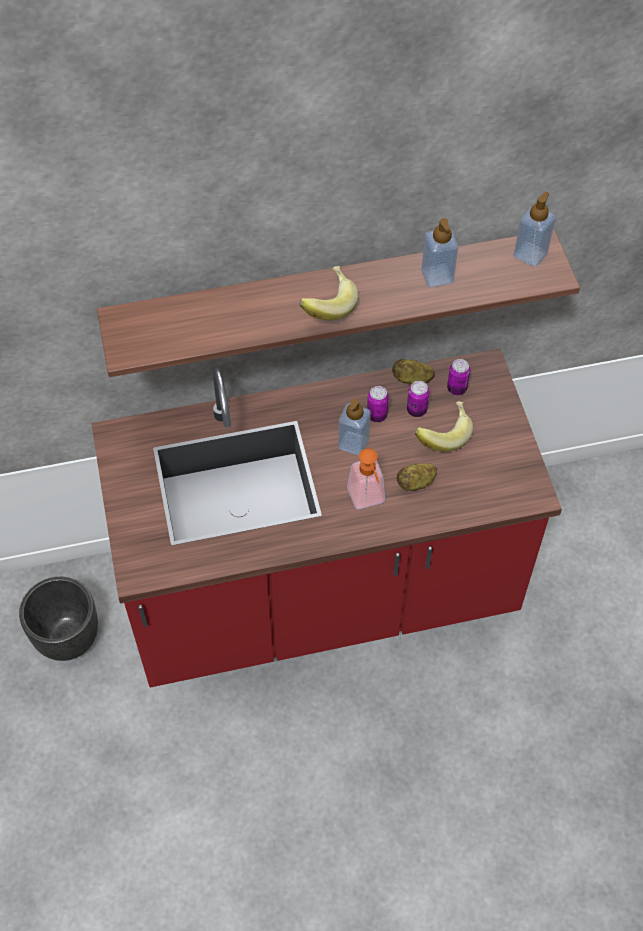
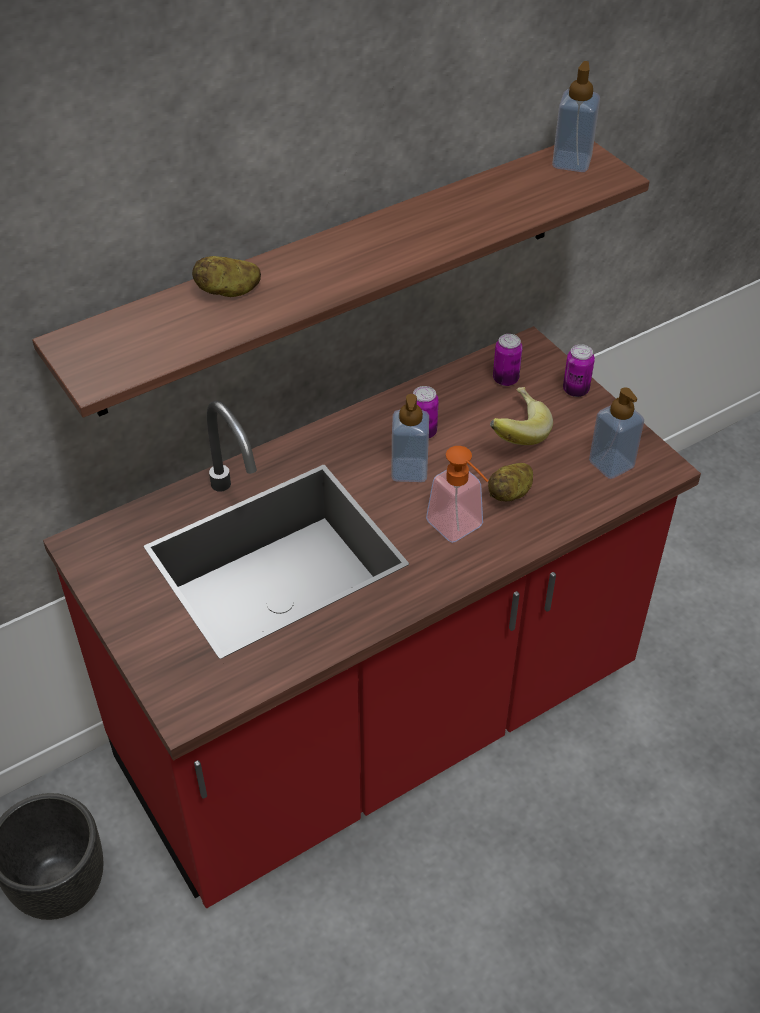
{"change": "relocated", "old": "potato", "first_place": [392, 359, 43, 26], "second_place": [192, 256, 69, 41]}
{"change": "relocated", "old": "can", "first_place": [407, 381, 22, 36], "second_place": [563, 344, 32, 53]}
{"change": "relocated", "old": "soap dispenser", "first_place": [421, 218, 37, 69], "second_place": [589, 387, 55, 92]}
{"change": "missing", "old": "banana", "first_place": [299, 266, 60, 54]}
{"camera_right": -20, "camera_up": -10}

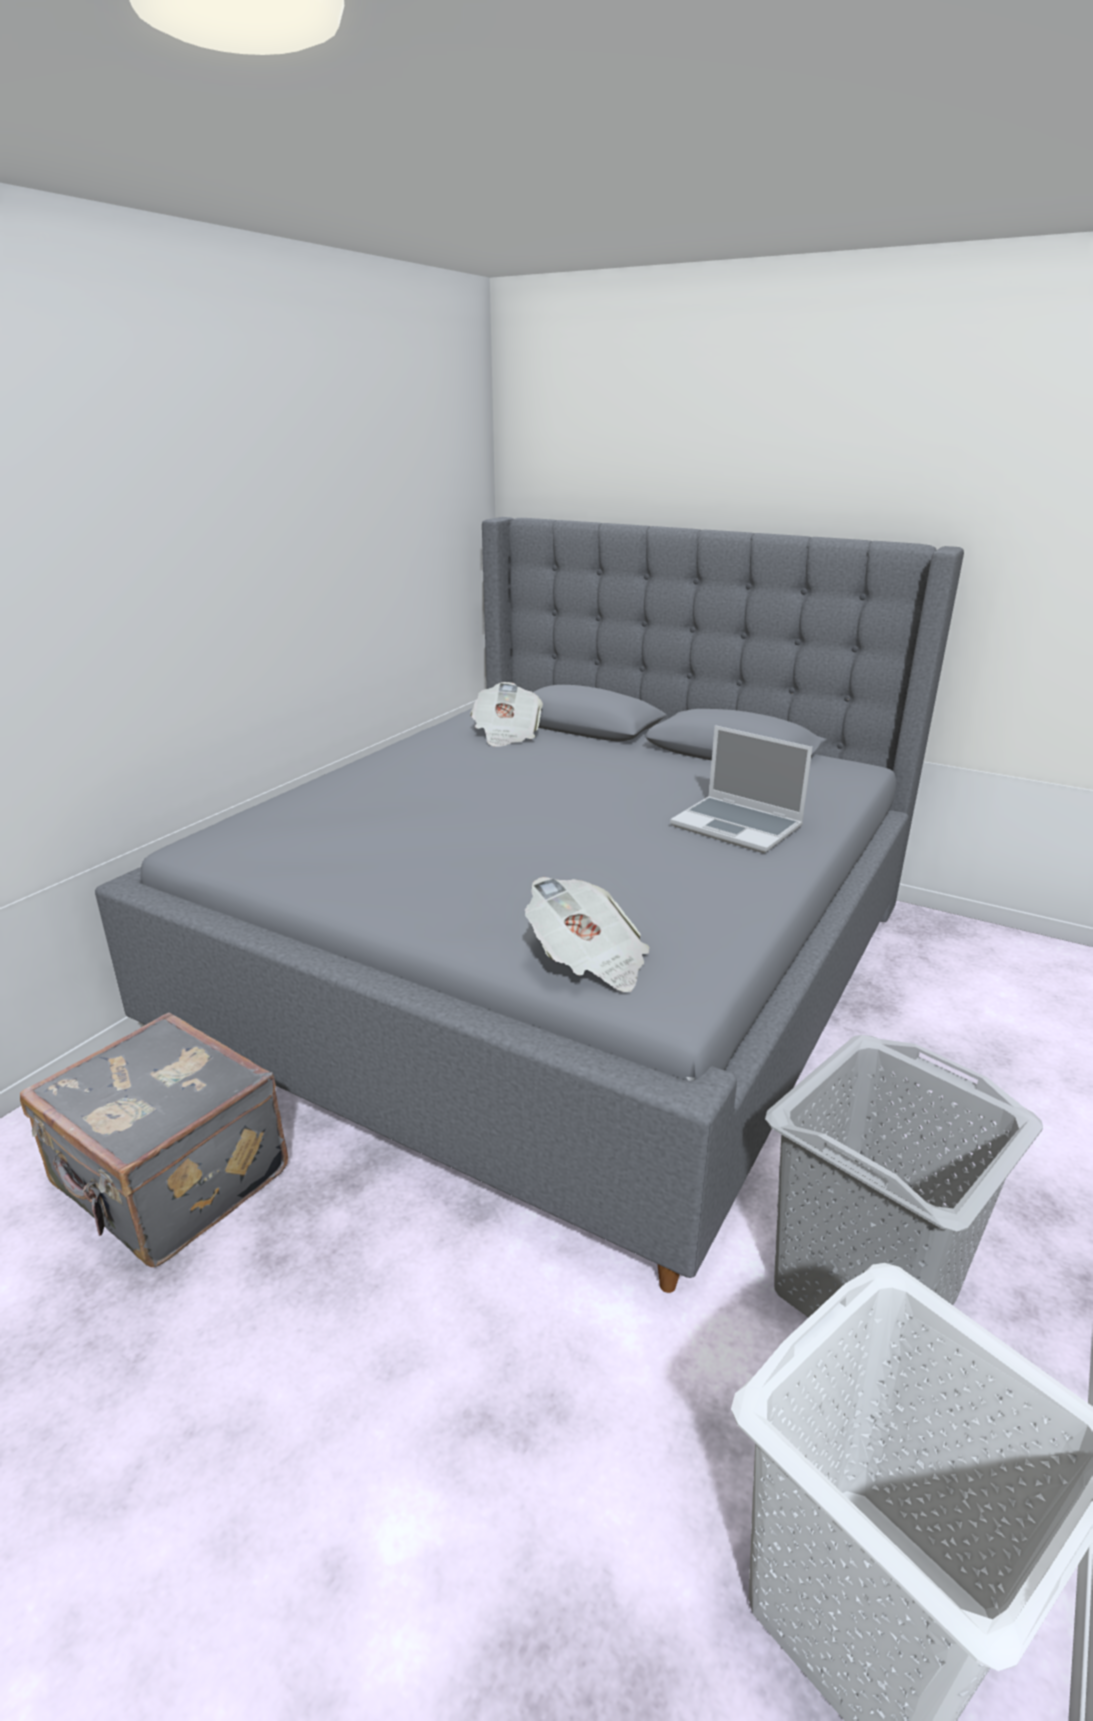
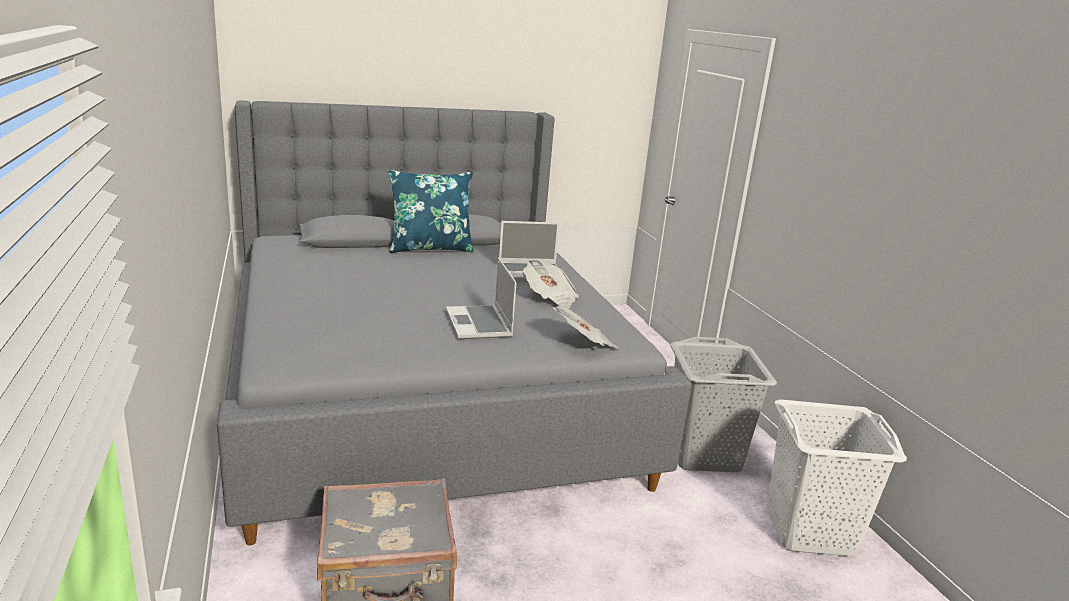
{"change": "appeared", "new": "blue pillow", "second_place": [388, 170, 86, 83]}
{"change": "appeared", "new": "laptop", "second_place": [446, 258, 71, 81]}
{"change": "relocated", "old": "newspaper", "first_place": [470, 682, 73, 65], "second_place": [523, 259, 56, 50]}
{"camera_right": -50, "camera_up": -5}

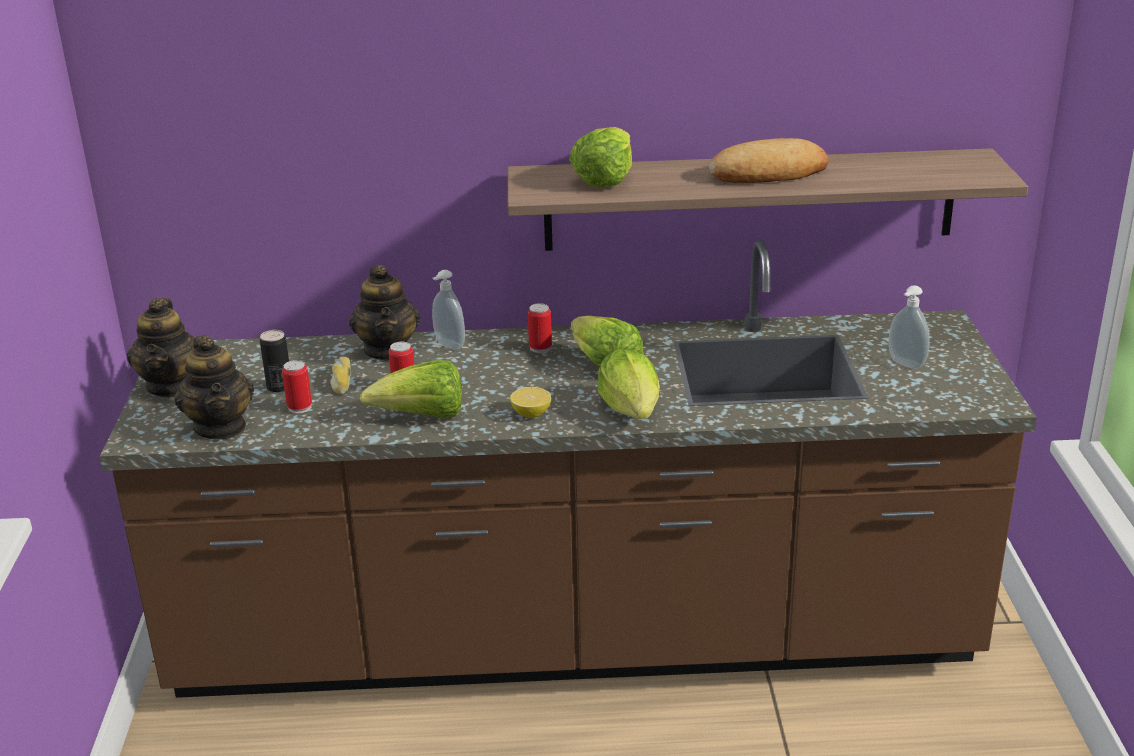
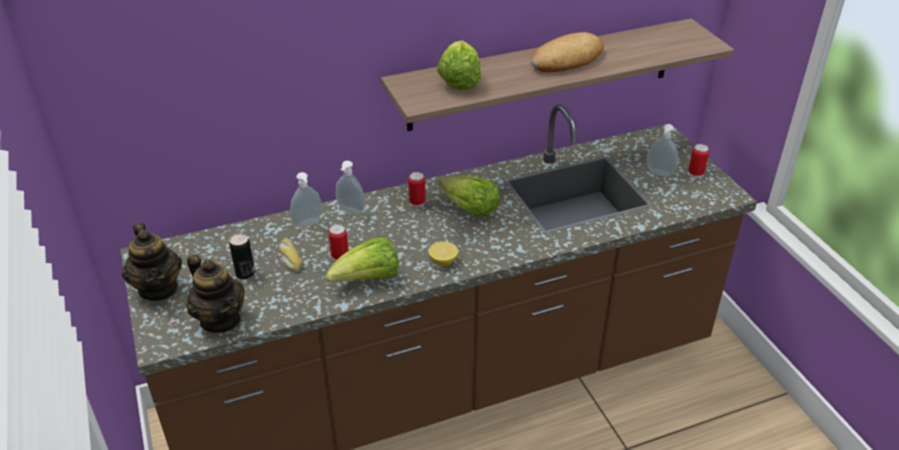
{"change": "exchanged", "old": "teapot", "new": "soap dispenser", "first_place": [349, 265, 71, 95], "second_place": [290, 172, 32, 55]}
{"change": "relocated", "old": "can", "first_place": [282, 360, 30, 53], "second_place": [688, 144, 21, 34]}
{"change": "missing", "old": "lettuce", "first_place": [597, 349, 63, 70]}
{"camera_right": -20, "camera_up": 10}

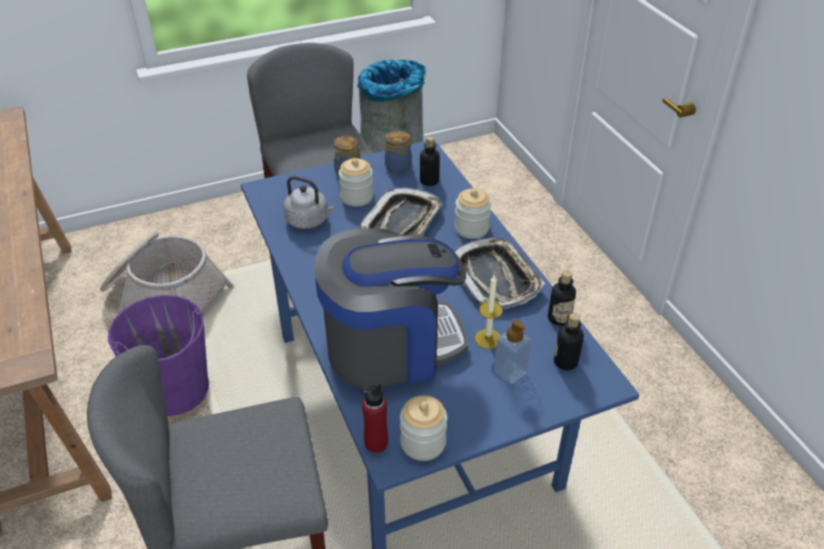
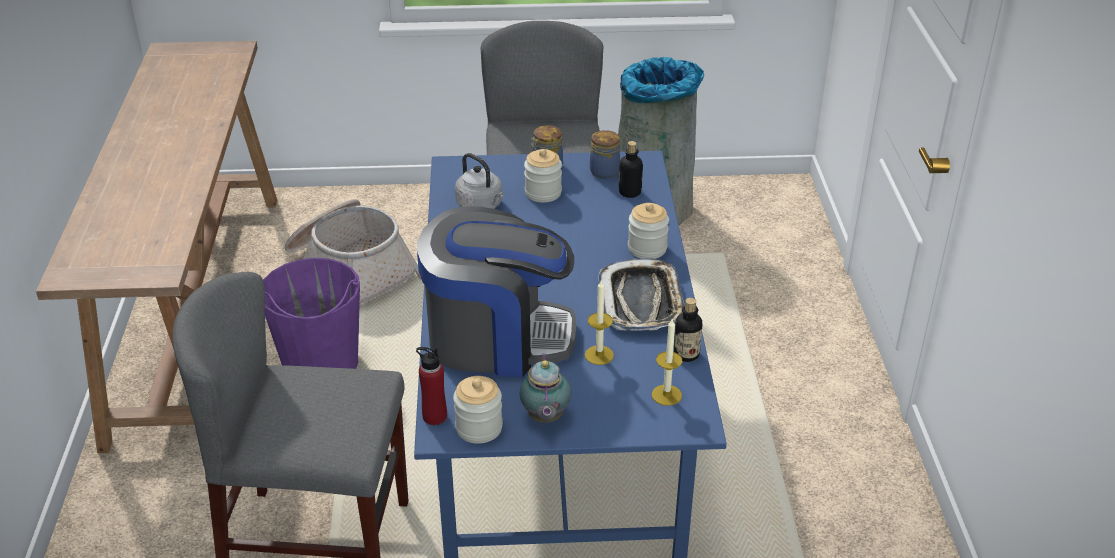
{"change": "appeared", "new": "teapot", "second_place": [519, 354, 52, 68]}
{"change": "exchanged", "old": "bottle", "new": "candle", "first_place": [554, 313, 30, 57], "second_place": [652, 319, 30, 87]}
{"change": "missing", "old": "tray", "first_place": [359, 187, 83, 49]}
{"change": "missing", "old": "soap dispenser", "first_place": [494, 319, 37, 65]}
{"camera_right": 20, "camera_up": -5}

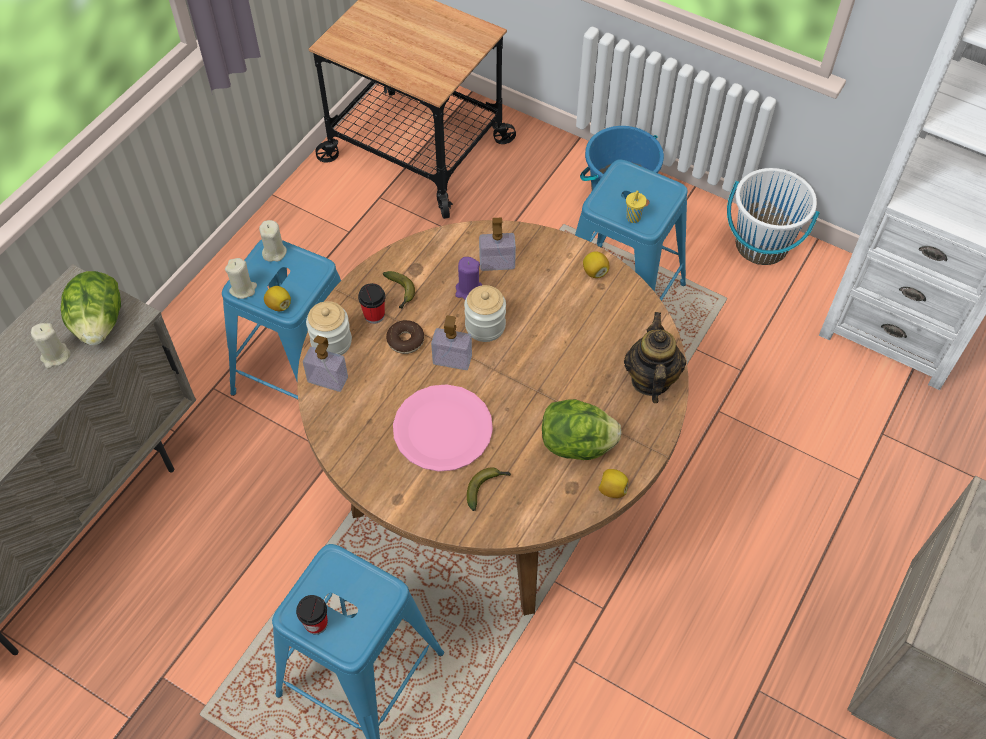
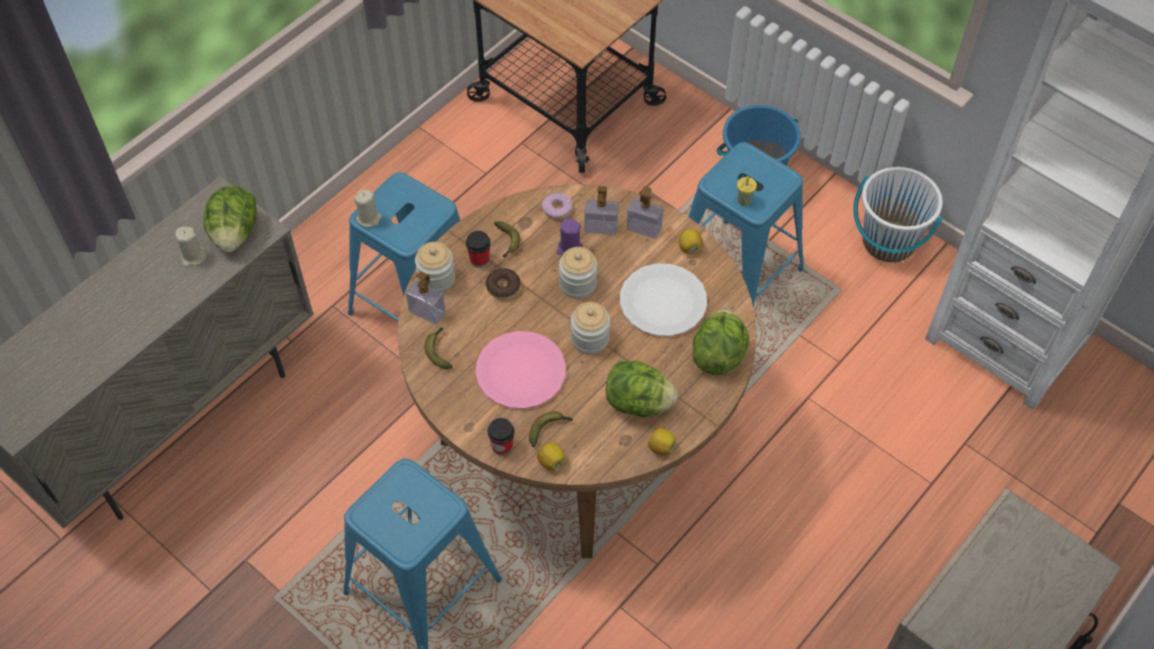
{"change": "appeared", "new": "banana", "second_place": [425, 328, 28, 41]}
{"change": "relocated", "old": "cup", "first_place": [296, 595, 32, 40], "second_place": [487, 418, 28, 38]}
{"change": "relocated", "old": "lemon", "first_place": [264, 286, 27, 25], "second_place": [537, 442, 28, 28]}
{"change": "appeared", "new": "donut", "second_place": [541, 193, 32, 26]}
{"change": "appeared", "new": "jar", "second_place": [571, 302, 39, 52]}
{"change": "appeared", "new": "white plate", "second_place": [620, 263, 87, 73]}
{"change": "relocated", "old": "soap dispenser", "first_place": [431, 315, 41, 55], "second_place": [627, 186, 36, 53]}
{"change": "exchanged", "old": "teapot", "new": "lettuce", "first_place": [624, 312, 62, 91], "second_place": [692, 309, 57, 66]}
{"change": "missing", "old": "beige candle", "first_place": [259, 220, 28, 42]}
{"camera_right": 10, "camera_up": 0}

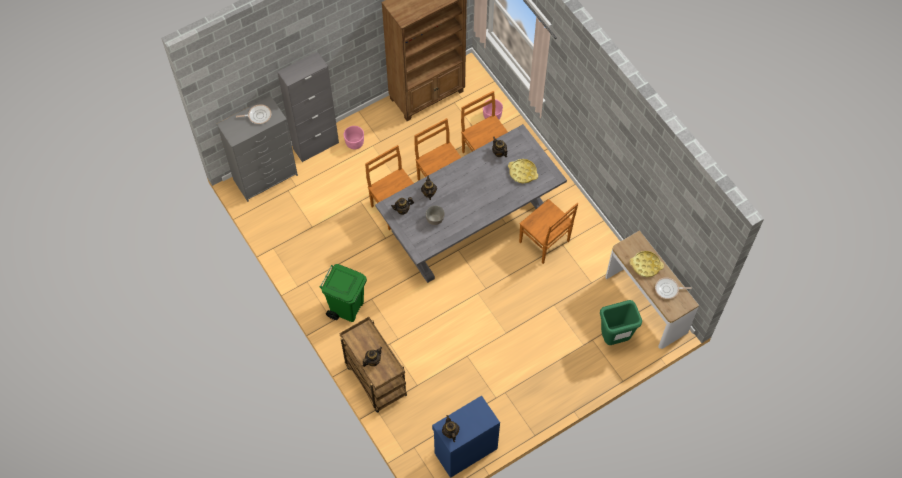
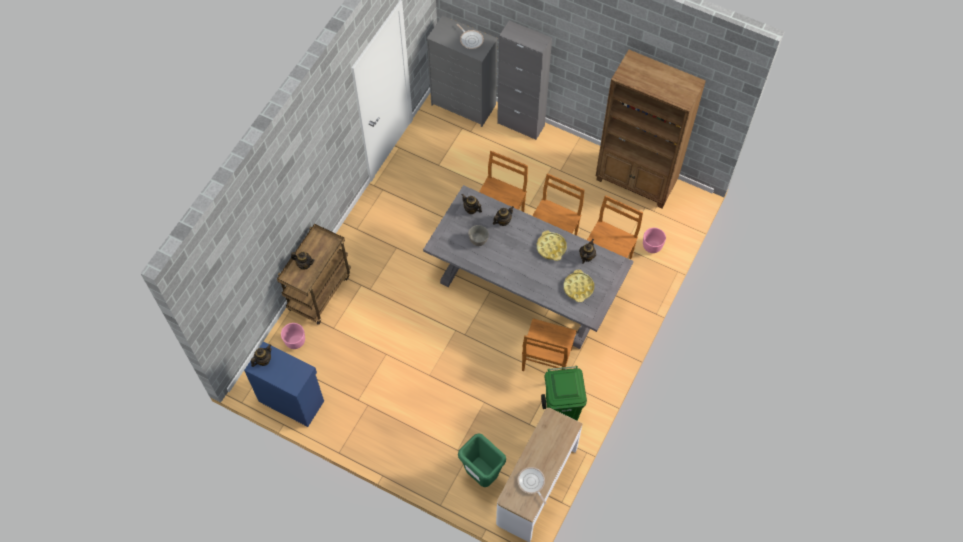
{"change": "relocated", "old": "pink planter", "first_place": [344, 126, 20, 24], "second_place": [281, 323, 24, 26]}
{"change": "relocated", "old": "yellow tray", "first_place": [630, 251, 34, 26], "second_place": [537, 230, 30, 31]}
{"change": "relocated", "old": "green trash can", "first_place": [320, 264, 47, 58], "second_place": [541, 366, 46, 55]}
{"camera_right": 60, "camera_up": 0}

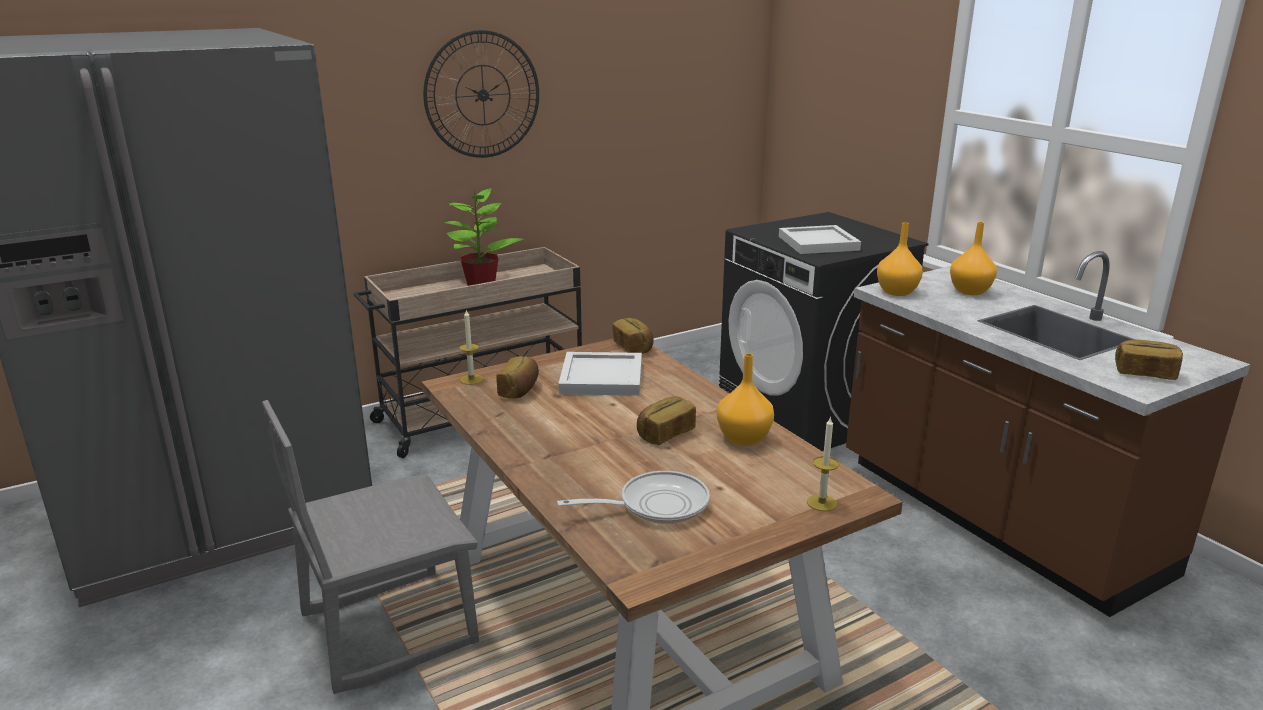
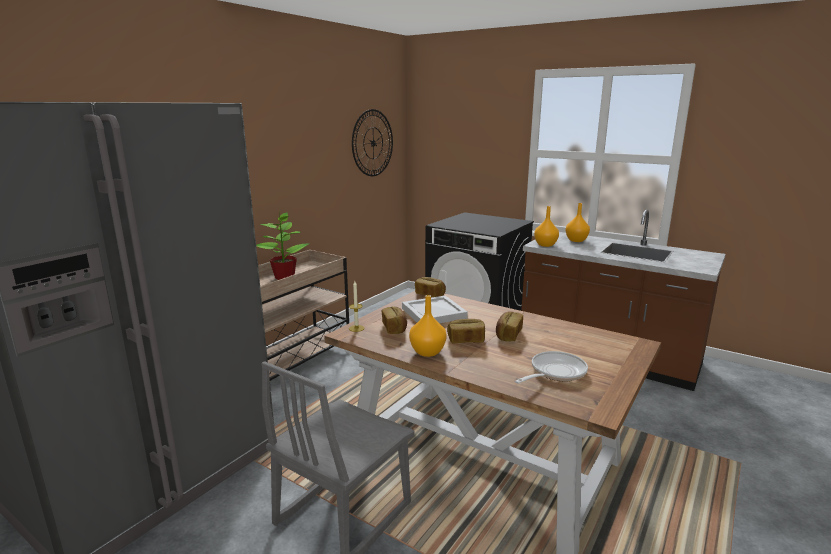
{"change": "relocated", "old": "wall clock", "first_place": [423, 30, 116, 128], "second_place": [352, 109, 41, 67]}
{"change": "relocated", "old": "orange vase", "first_place": [717, 353, 57, 93], "second_place": [409, 295, 38, 62]}
{"change": "relocated", "old": "bread", "first_place": [1115, 340, 68, 40], "second_place": [447, 319, 38, 24]}
{"change": "missing", "old": "white tray", "first_place": [779, 225, 82, 29]}
{"change": "missing", "old": "candle", "first_place": [807, 416, 32, 95]}
{"camera_right": -25, "camera_up": -5}

